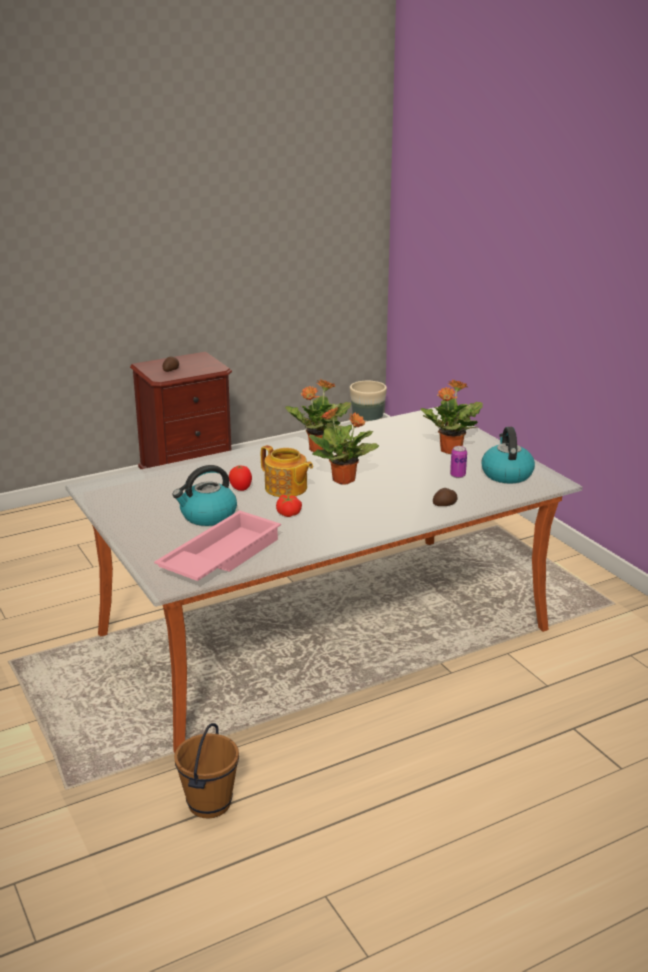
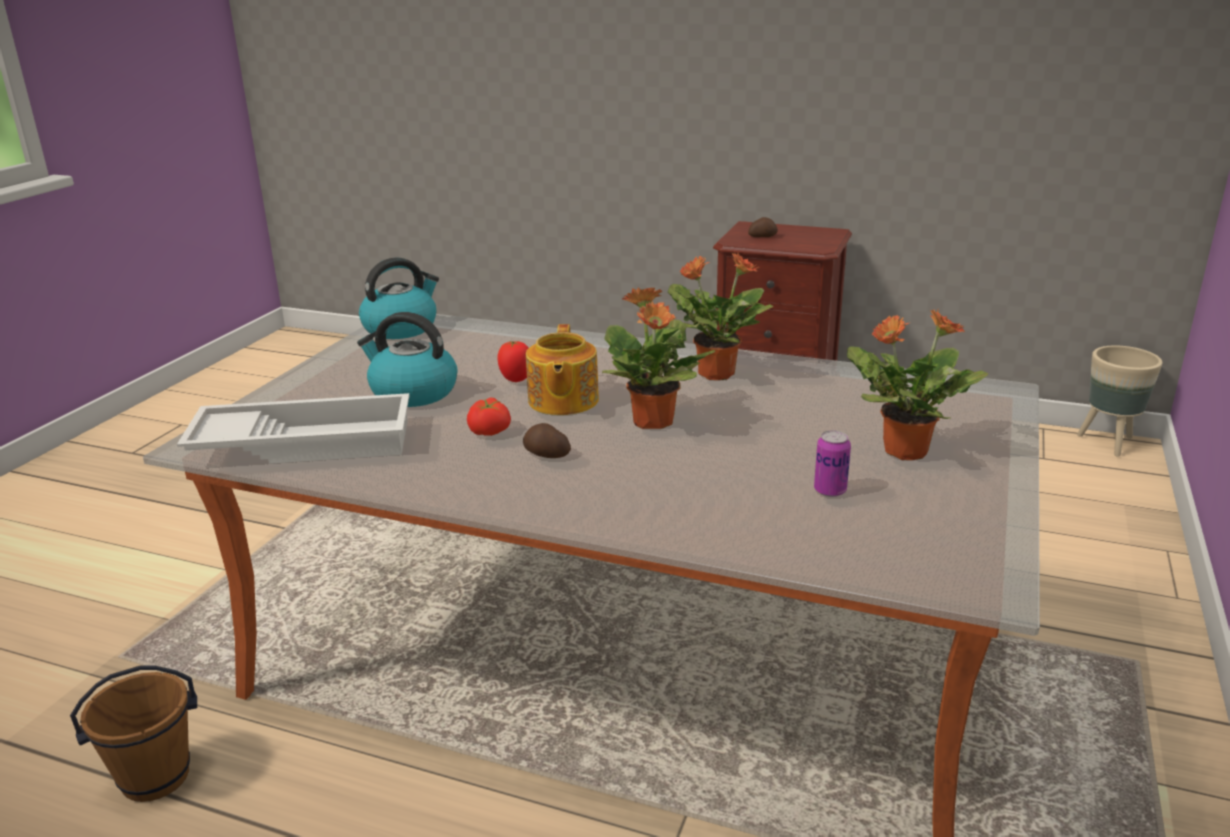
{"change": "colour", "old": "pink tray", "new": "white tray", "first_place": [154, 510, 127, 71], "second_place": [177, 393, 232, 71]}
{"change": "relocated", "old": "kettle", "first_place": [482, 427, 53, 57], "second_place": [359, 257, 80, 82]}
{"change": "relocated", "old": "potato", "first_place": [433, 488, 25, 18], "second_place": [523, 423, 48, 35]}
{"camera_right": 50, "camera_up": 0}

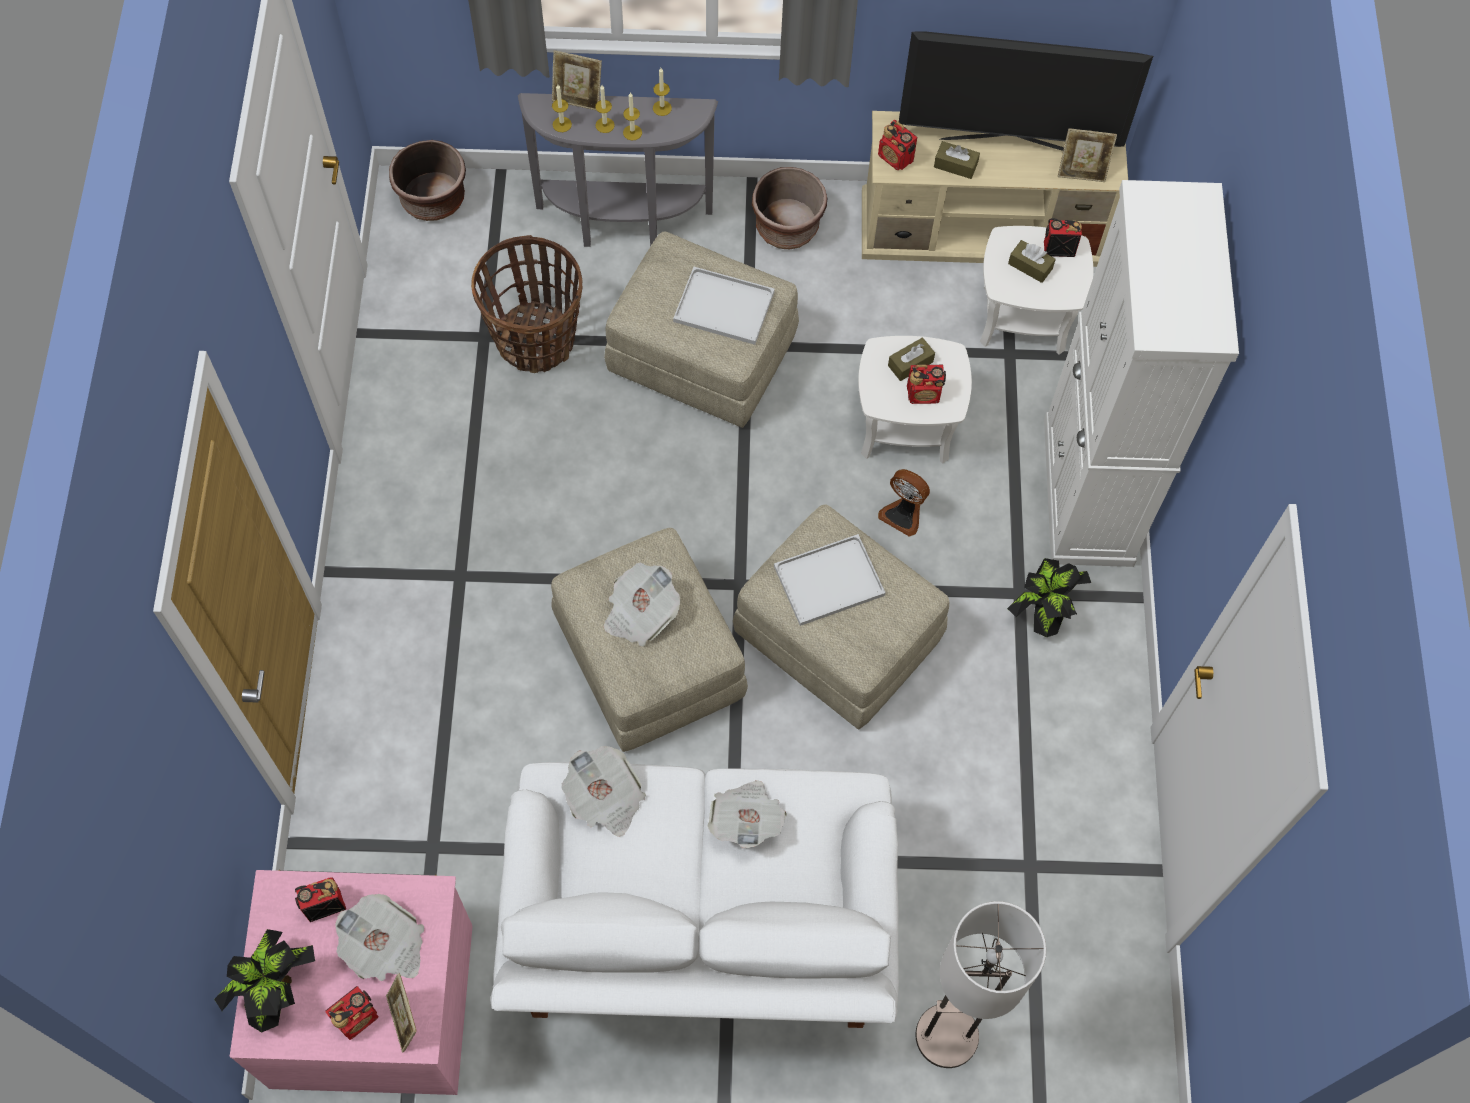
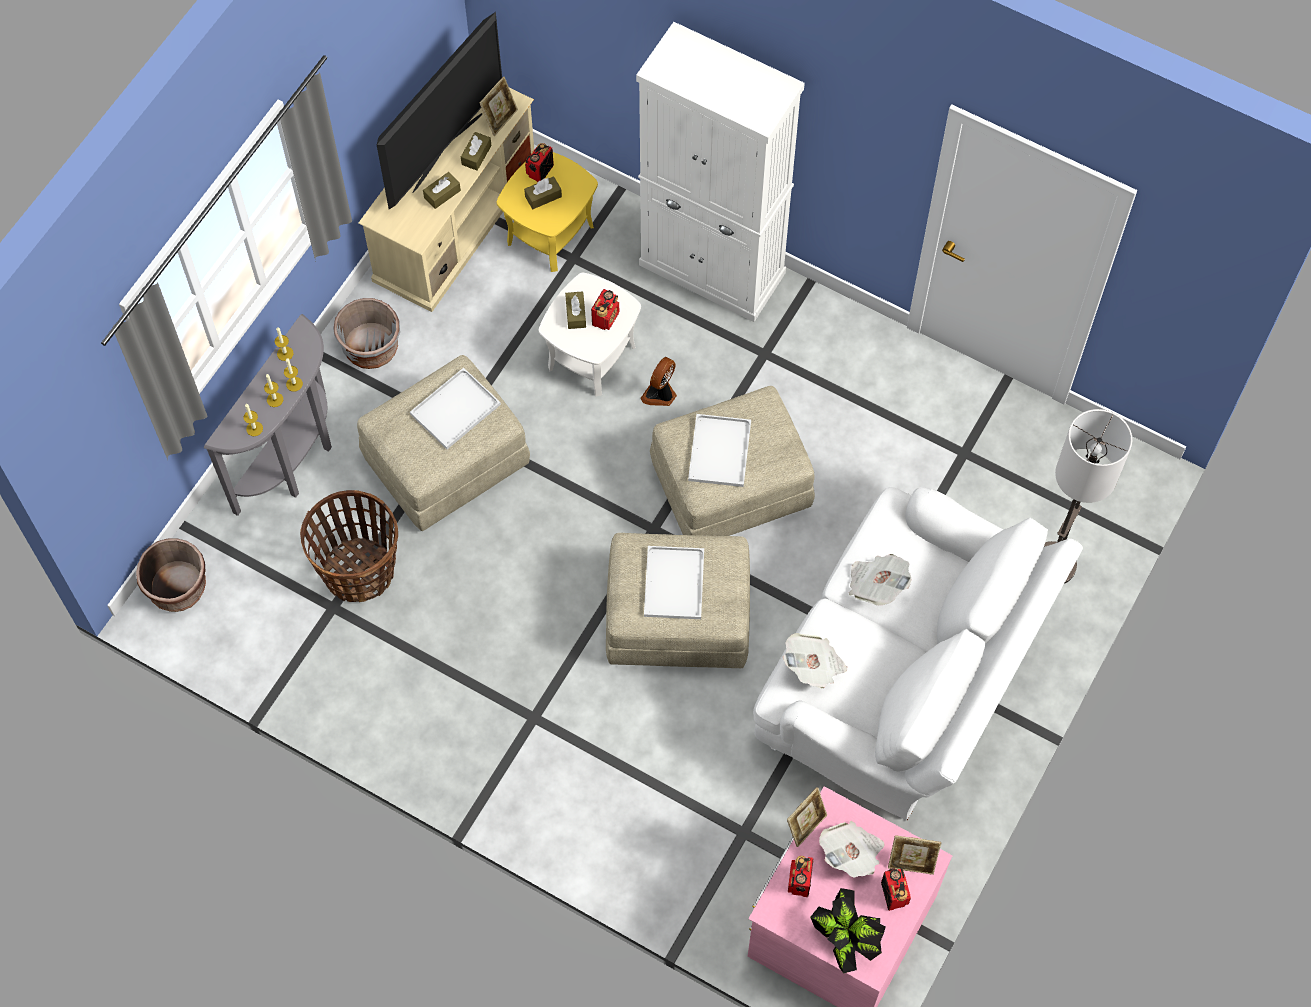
{"change": "colour", "old": "brown planter", "new": "grey planter", "first_place": [752, 167, 75, 82], "second_place": [333, 298, 67, 71]}
{"change": "appeared", "new": "brown tissue box", "second_place": [461, 132, 30, 39]}
{"change": "colour", "old": "white side table", "new": "yellow side table", "first_place": [980, 226, 113, 129], "second_place": [497, 152, 101, 120]}
{"change": "spun", "old": "fan", "first_place": [878, 469, 52, 68], "second_place": [640, 357, 37, 49], "degrees": 150}
{"change": "exchanged", "old": "newspaper", "new": "white tray", "first_place": [604, 563, 76, 84], "second_place": [644, 546, 60, 73]}
{"change": "relocated", "old": "picture frame", "first_place": [552, 50, 50, 61], "second_place": [787, 787, 40, 60]}
{"change": "missing", "old": "radio", "first_place": [878, 120, 39, 50]}
{"change": "missing", "old": "potted plant", "first_place": [1007, 558, 84, 79]}
{"camera_right": -60, "camera_up": 0}

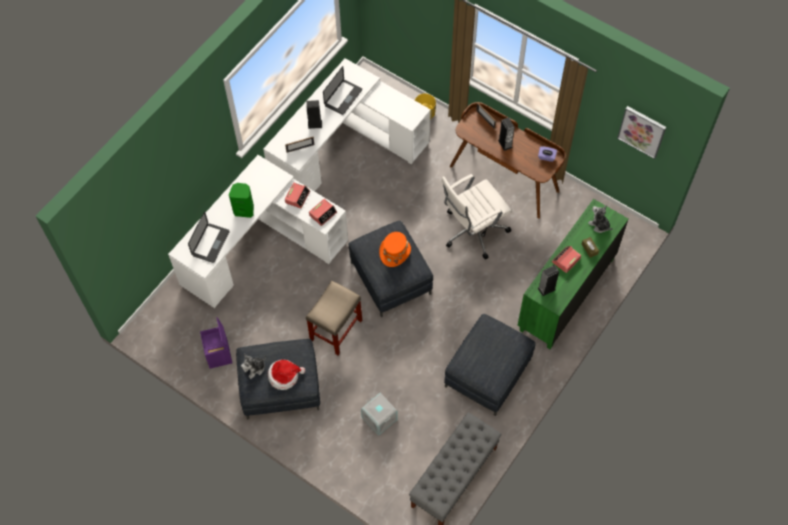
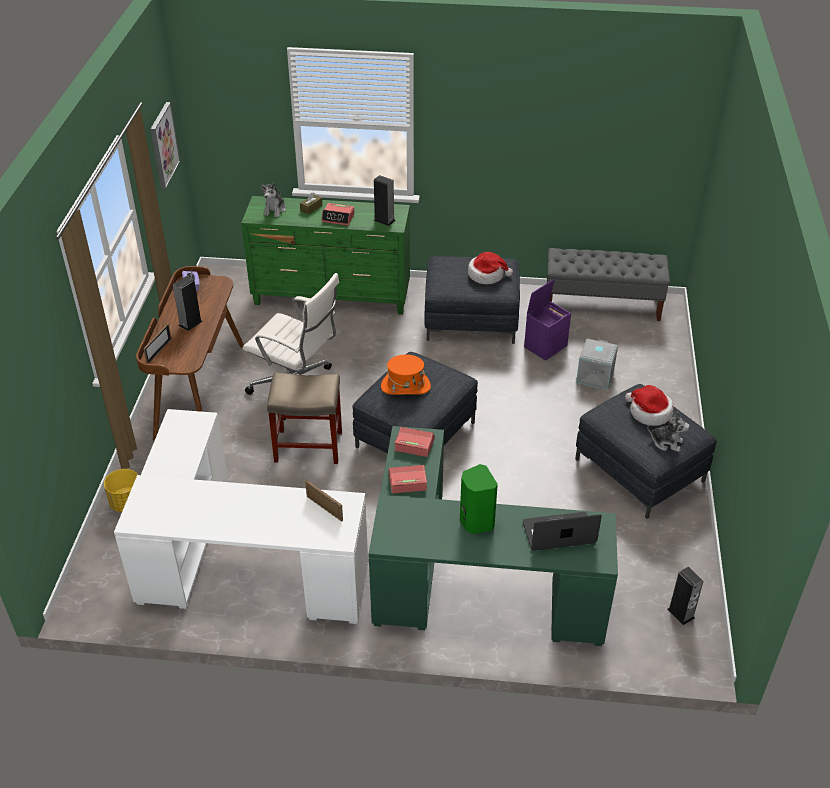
{"change": "relocated", "old": "beige stool", "first_place": [306, 280, 56, 75], "second_place": [267, 372, 75, 92]}
{"change": "colour", "old": "white desk", "new": "green desk", "first_place": [168, 155, 180, 153], "second_place": [369, 426, 249, 220]}
{"change": "appeared", "new": "hat", "second_place": [468, 252, 45, 32]}
{"change": "relocated", "old": "purple storage box", "first_place": [200, 317, 32, 52], "second_place": [524, 279, 47, 82]}
{"change": "relocated", "old": "speaker", "first_place": [306, 100, 16, 29], "second_place": [668, 567, 35, 58]}
{"change": "missing", "old": "laptop", "first_place": [323, 66, 39, 49]}
{"camera_right": -120, "camera_up": -20}

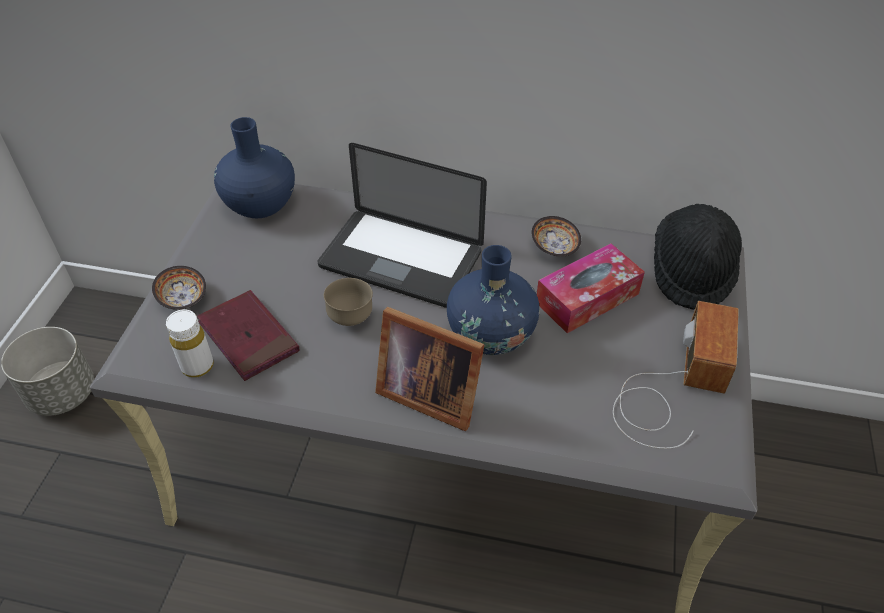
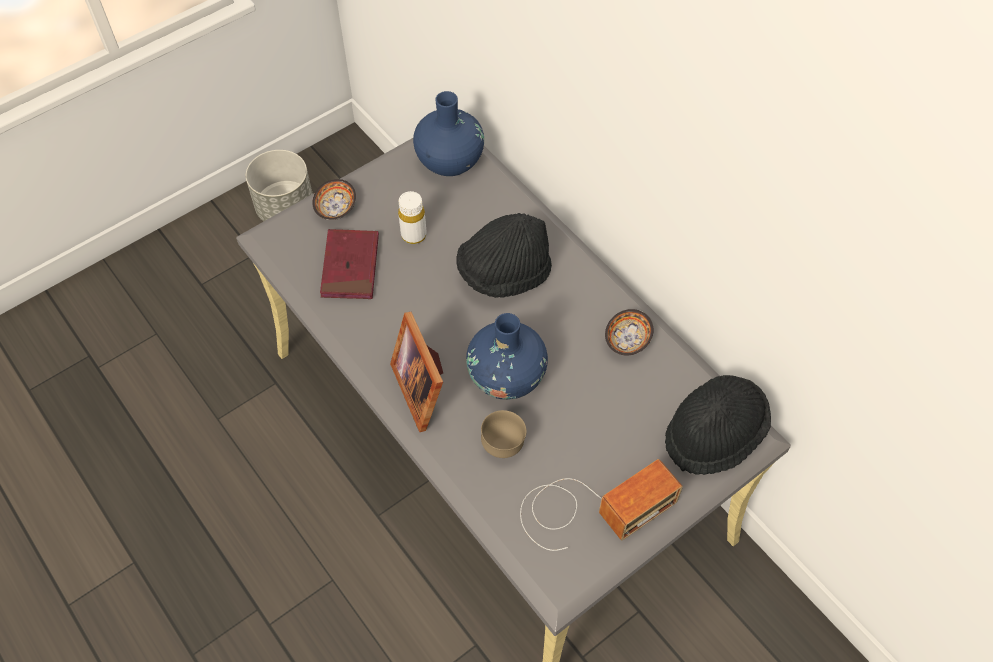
{"change": "relocated", "old": "white bottle", "first_place": [166, 309, 48, 69], "second_place": [398, 191, 29, 53]}
{"change": "exchanged", "old": "laptop", "new": "black hat", "first_place": [317, 143, 170, 165], "second_place": [456, 213, 96, 85]}
{"change": "relocated", "old": "brown bowl", "first_place": [324, 278, 49, 48], "second_place": [481, 410, 45, 48]}
{"change": "missing", "old": "tissue box", "first_place": [537, 243, 108, 90]}
{"camera_right": 40, "camera_up": 10}

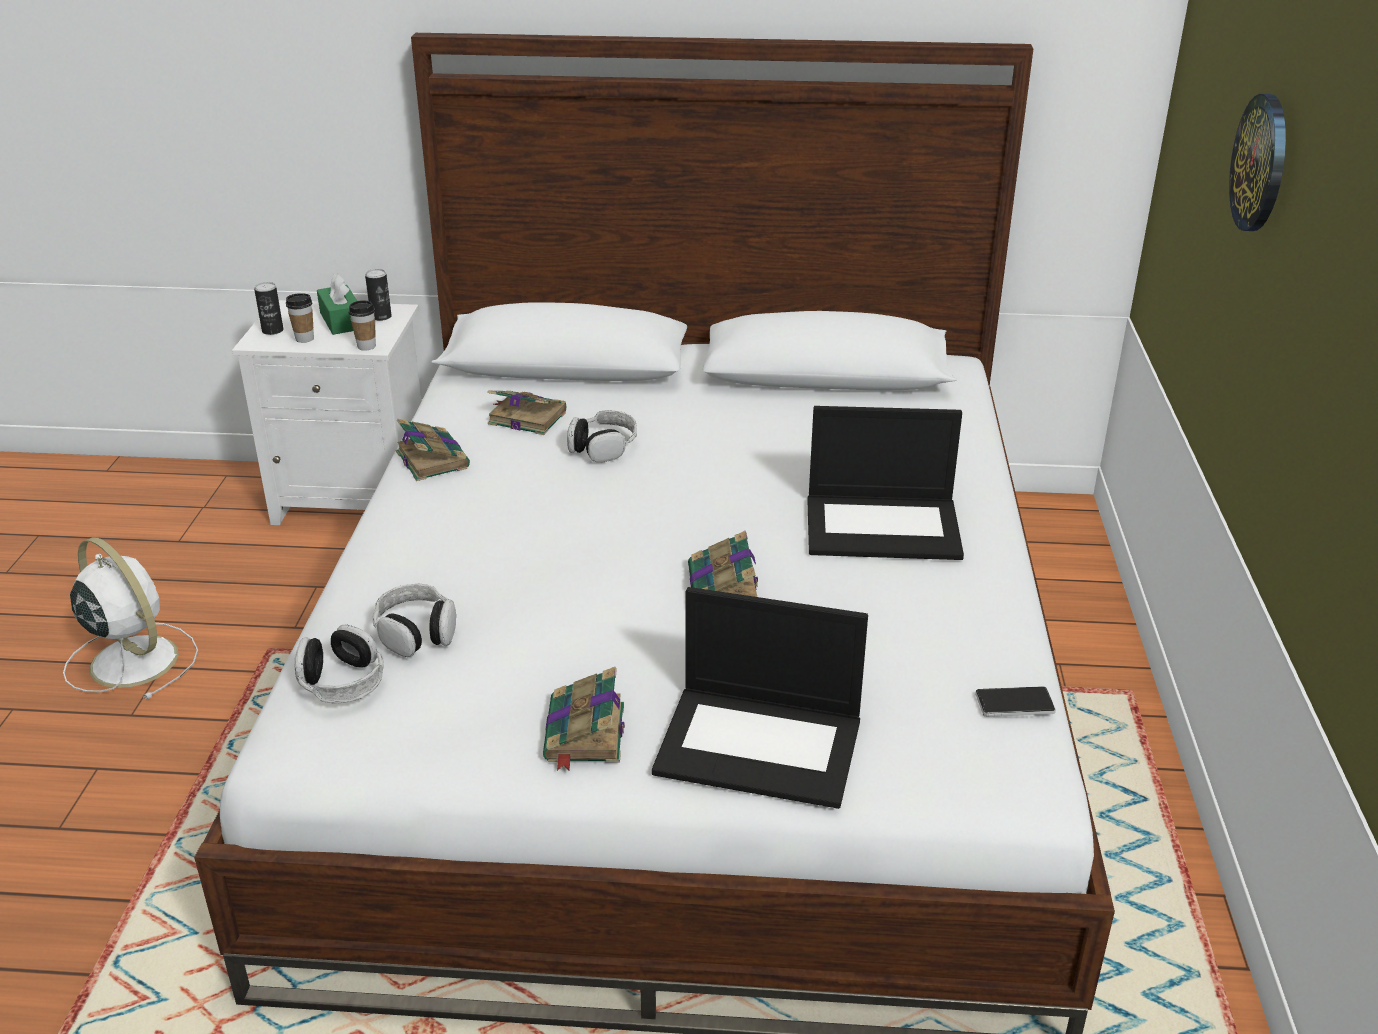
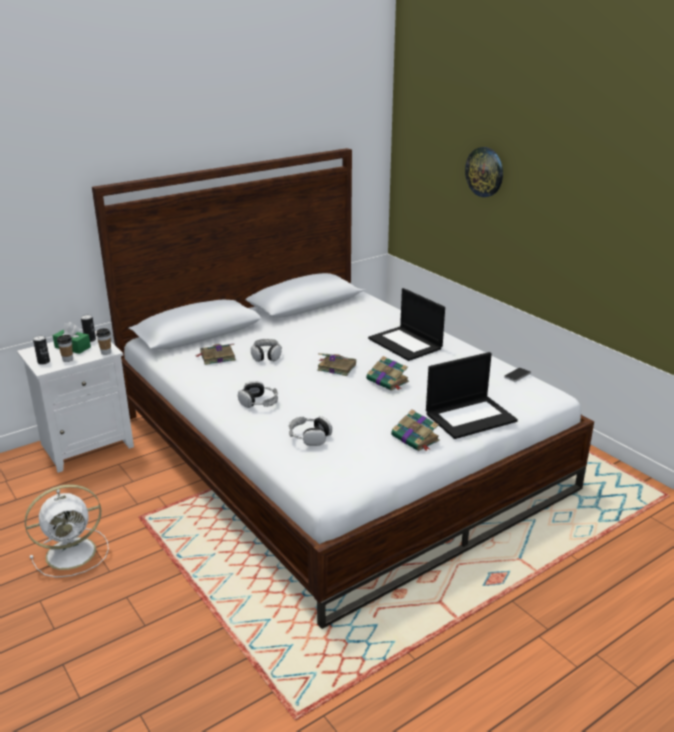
{"change": "spun", "old": "white fan", "first_place": [63, 537, 135, 162], "second_place": [25, 484, 84, 94], "degrees": 150}
{"change": "relocated", "old": "headphones", "first_place": [295, 624, 89, 80], "second_place": [238, 381, 40, 27]}
{"change": "relocated", "old": "book", "first_place": [396, 419, 74, 62], "second_place": [317, 353, 39, 23]}
{"change": "spun", "old": "laptop", "first_place": [807, 406, 157, 154], "second_place": [368, 288, 77, 73], "degrees": 90}
{"camera_right": -40, "camera_up": -5}

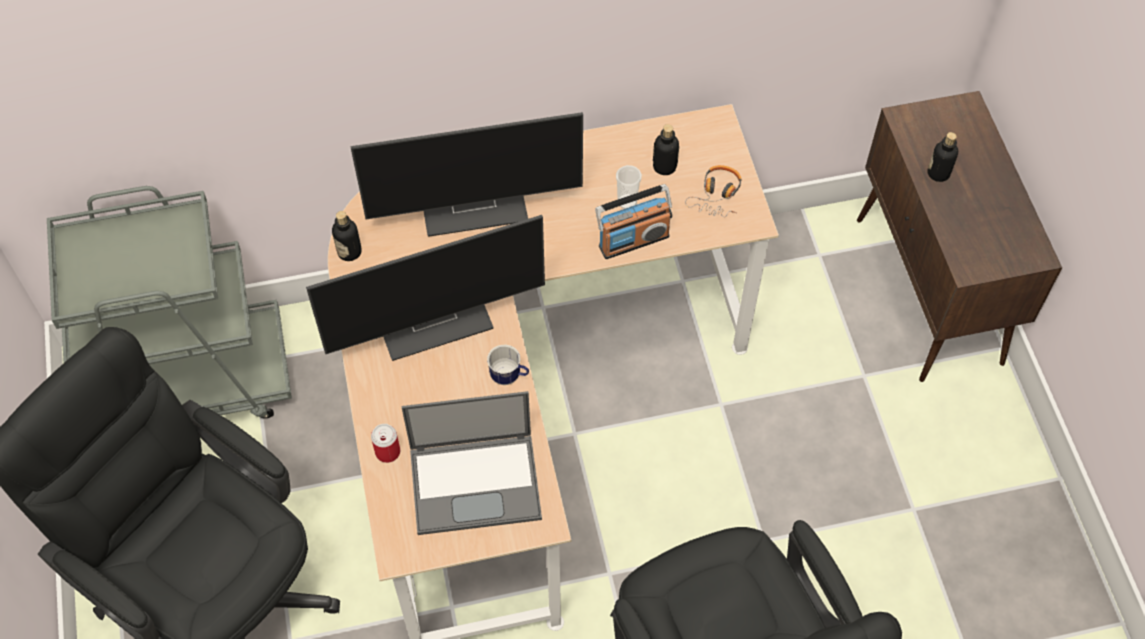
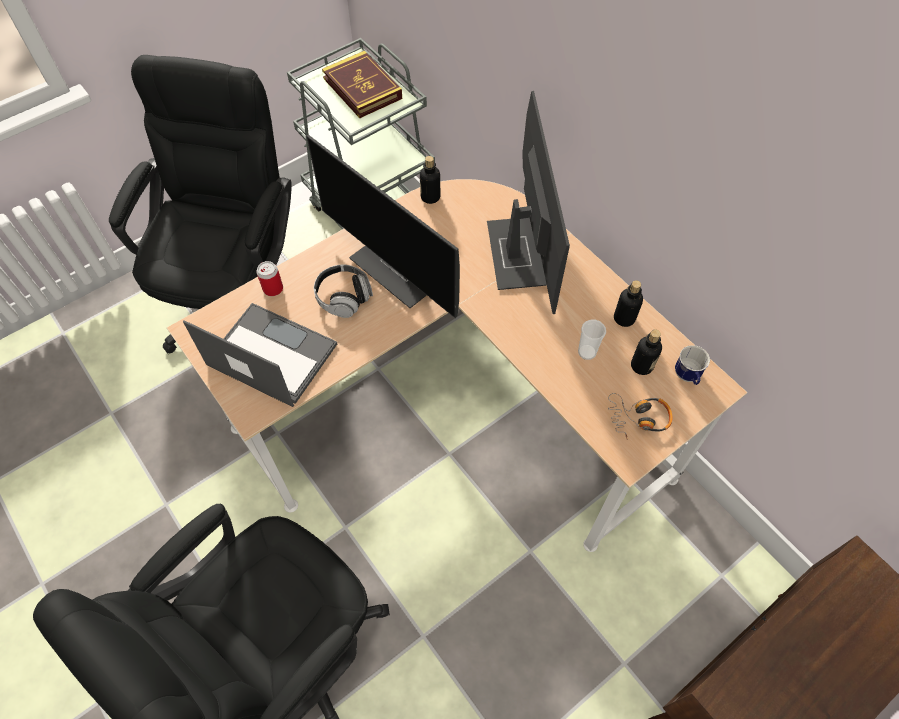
{"change": "spun", "old": "laptop", "first_place": [402, 391, 140, 144], "second_place": [183, 303, 154, 104], "degrees": 150}
{"change": "appeared", "new": "headphones", "second_place": [314, 265, 59, 53]}
{"change": "appeared", "new": "book", "second_place": [322, 51, 80, 67]}
{"change": "spun", "old": "monitor", "first_place": [350, 112, 233, 125], "second_place": [487, 91, 83, 223], "degrees": -150}
{"change": "relocated", "old": "bottle", "first_place": [927, 132, 31, 50], "second_place": [614, 280, 29, 47]}
{"change": "relocated", "old": "mug", "first_place": [487, 345, 42, 40], "second_place": [675, 345, 35, 40]}
{"change": "missing", "old": "radio", "first_place": [595, 184, 77, 75]}
{"camera_right": 65, "camera_up": 0}

